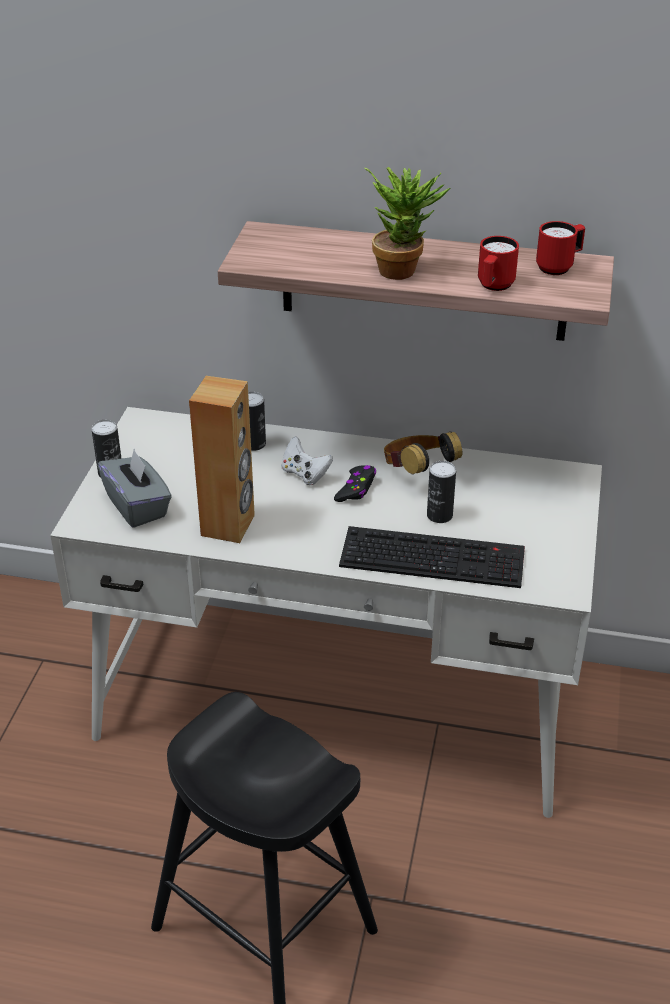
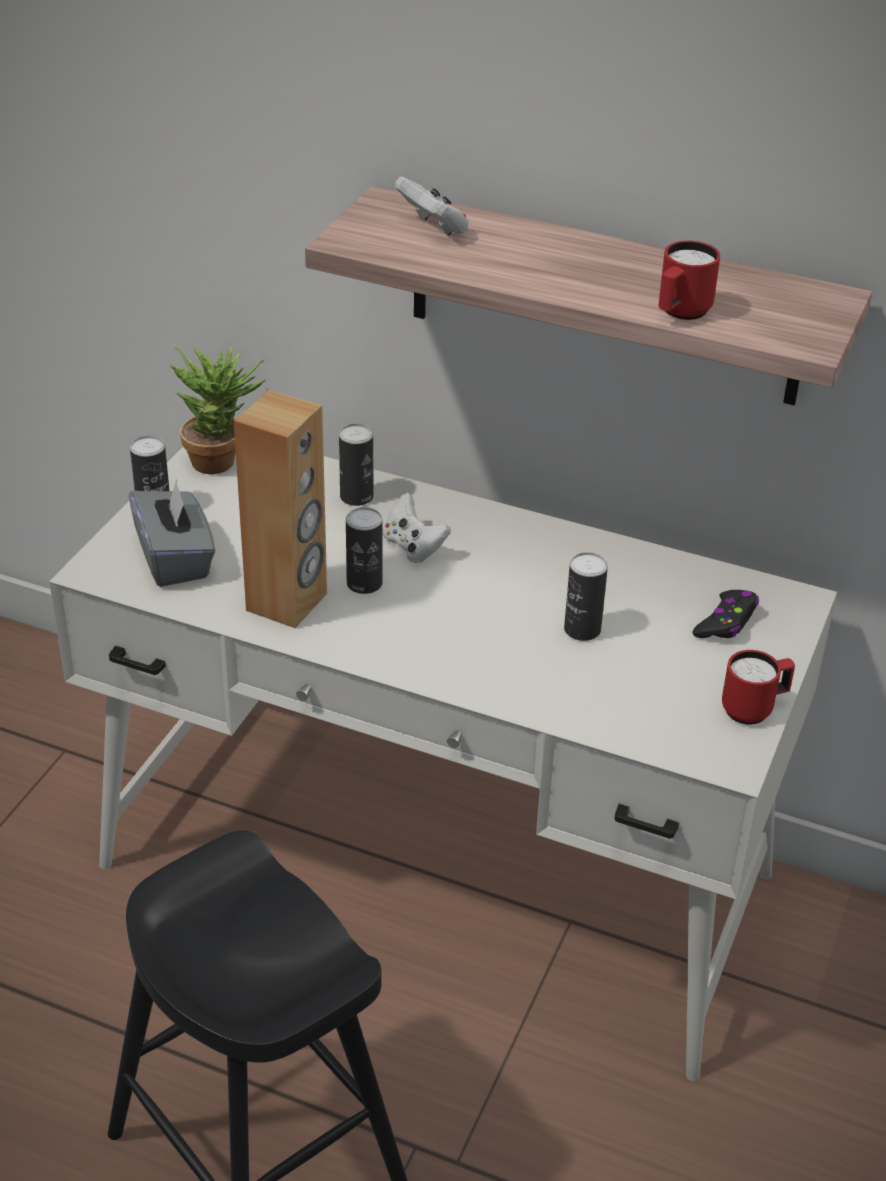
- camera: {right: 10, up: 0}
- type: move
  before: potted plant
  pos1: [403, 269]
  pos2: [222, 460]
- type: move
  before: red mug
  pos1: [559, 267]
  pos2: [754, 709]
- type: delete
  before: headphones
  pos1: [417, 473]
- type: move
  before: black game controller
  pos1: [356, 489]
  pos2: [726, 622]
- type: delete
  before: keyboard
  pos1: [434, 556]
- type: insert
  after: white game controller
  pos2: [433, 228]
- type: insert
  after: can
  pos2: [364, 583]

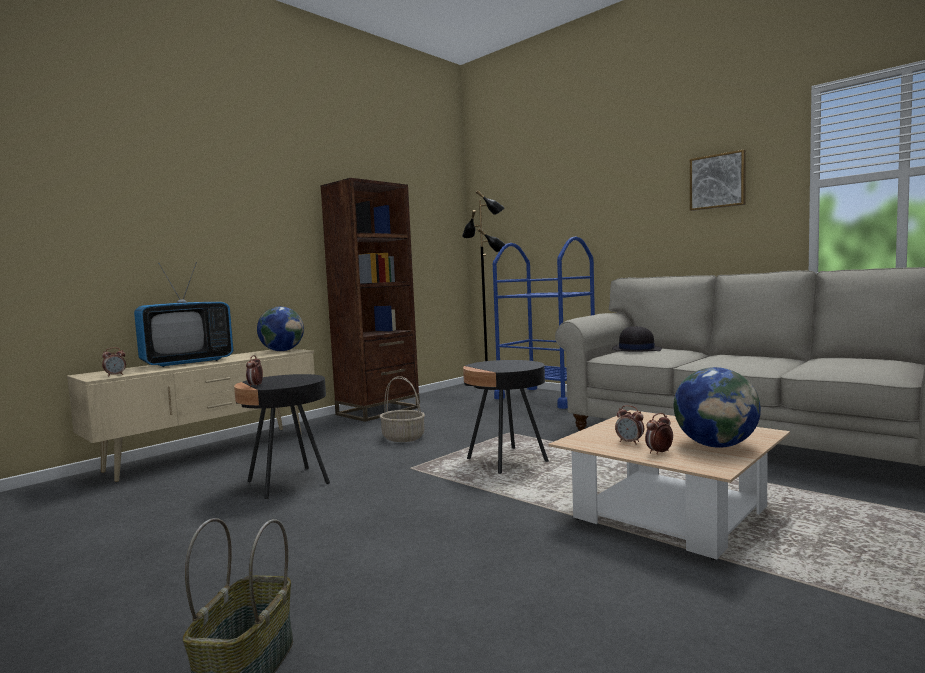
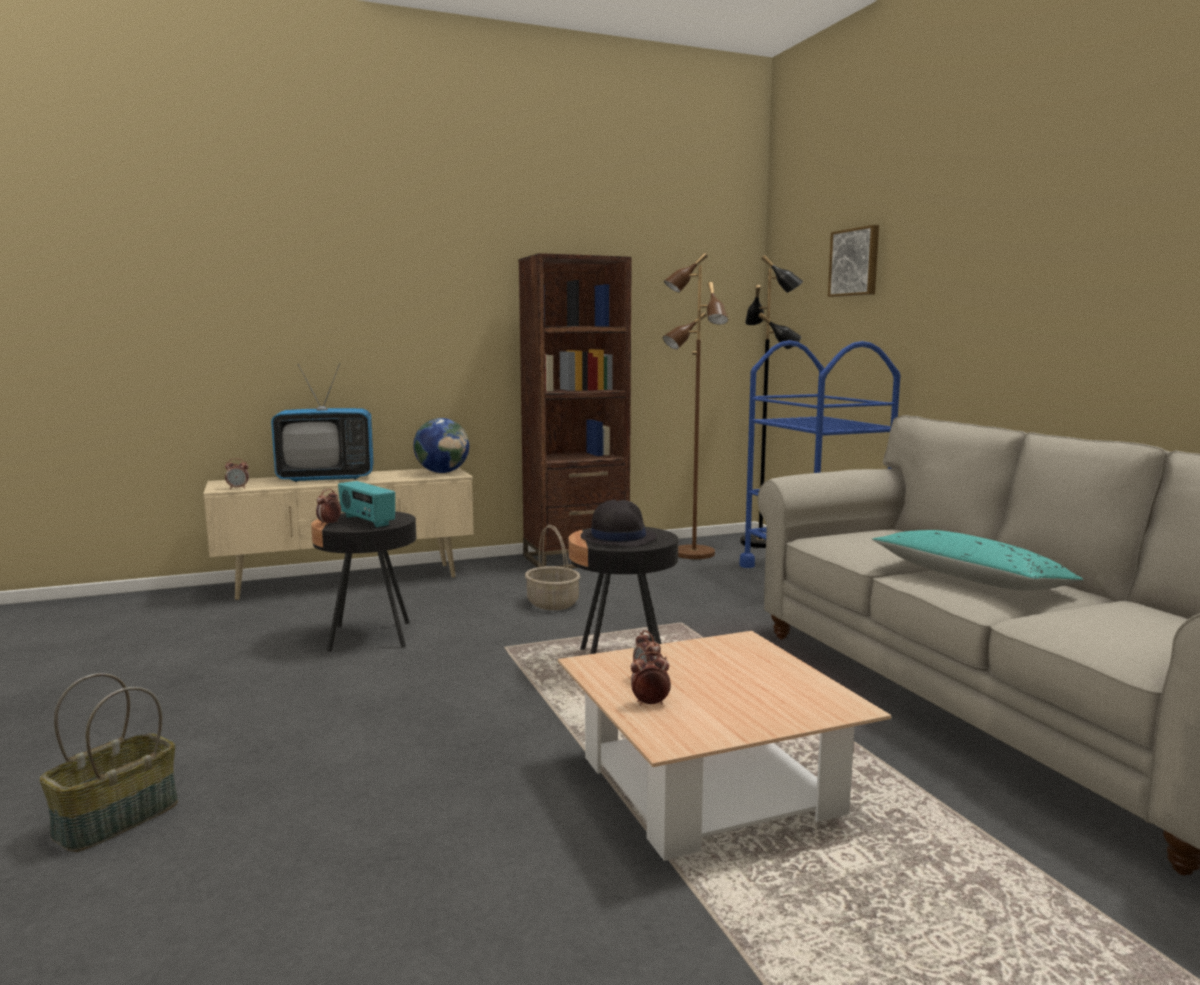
- camera: {right: 25, up: 5}
- type: move
  before: picture
  pos1: [718, 181]
  pos2: [855, 262]
- type: move
  before: black hat
  pos1: [636, 349]
  pos2: [618, 538]
- type: delete
  before: globe
  pos1: [716, 445]
- type: insert
  after: brown floor lamp
  pos2: [692, 554]
- type: insert
  after: radio
  pos2: [366, 521]
- type: insert
  after: turquoise pillow
  pos2: [970, 579]

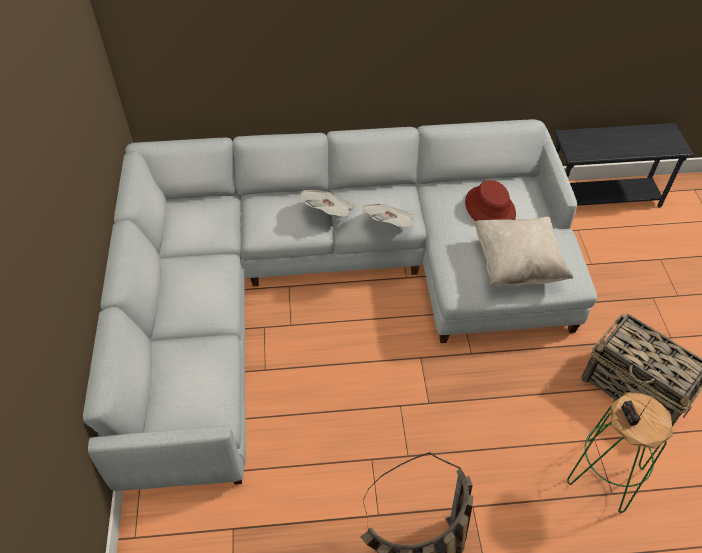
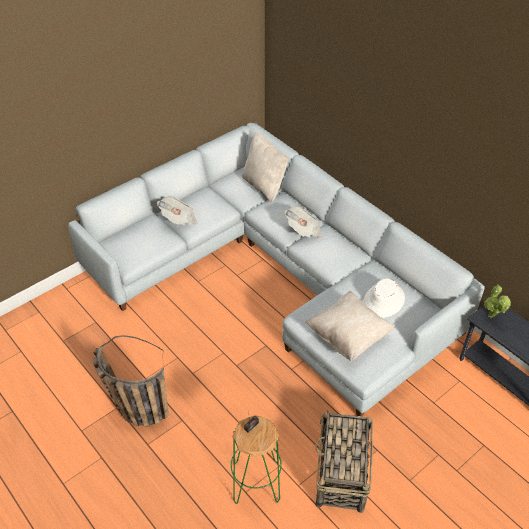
- camera: {right: 55, up: -5}
- type: recolor
  before: red hat
  after: white hat
  pos1: [490, 208]
  pos2: [384, 300]
- type: move
  before: newspaper
  pos1: [390, 224]
  pos2: [179, 219]
- type: insert
  after: beige pillow
  pos2: [264, 186]
- type: insert
  after: potted plant
  pos2: [491, 317]

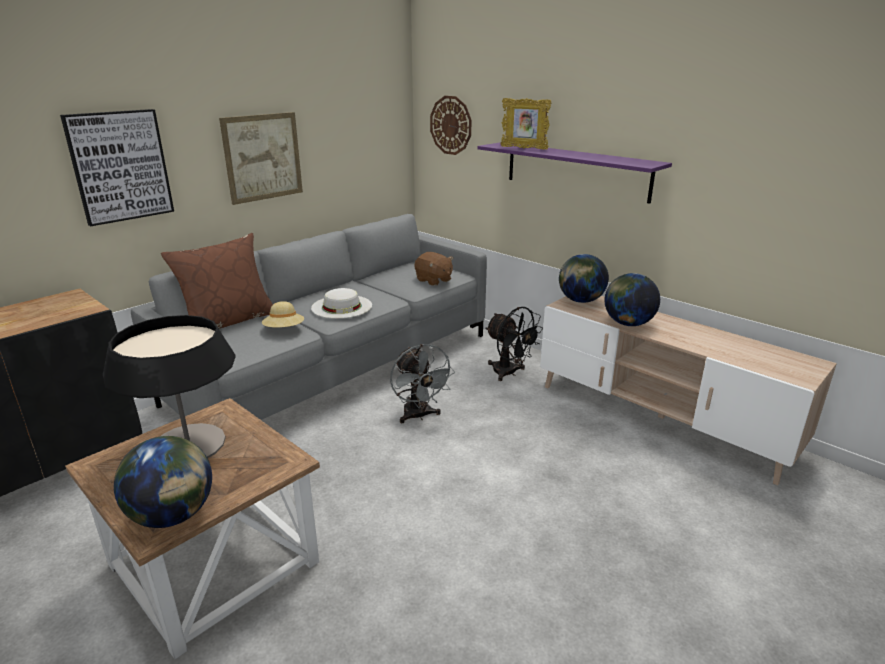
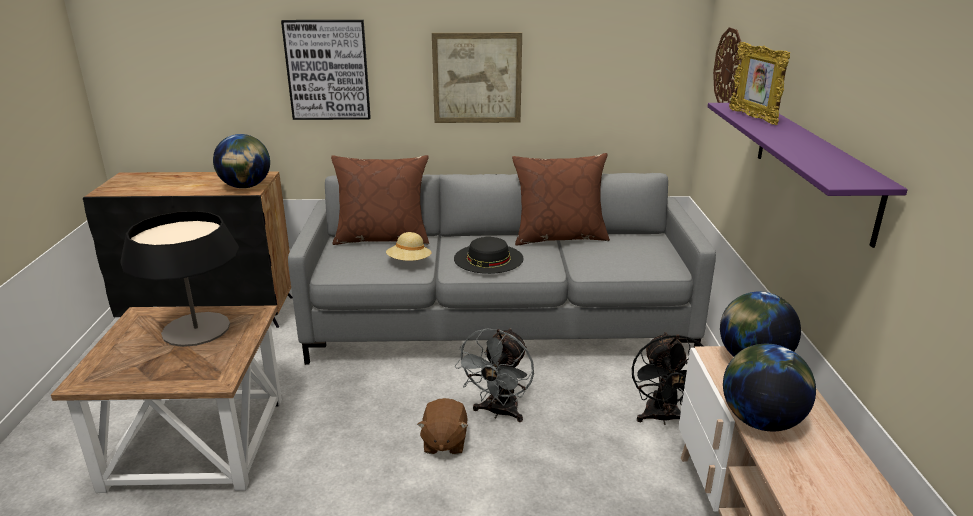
- camera: {right: 45, up: 0}
- type: move
  before: brown plush toy
  pos1: [433, 280]
  pos2: [444, 442]
- type: recolor
  before: white hat
  after: black hat
  pos1: [342, 306]
  pos2: [488, 258]
- type: move
  before: globe
  pos1: [173, 515]
  pos2: [246, 187]
- type: insert
  after: brown pillow
  pos2: [559, 237]

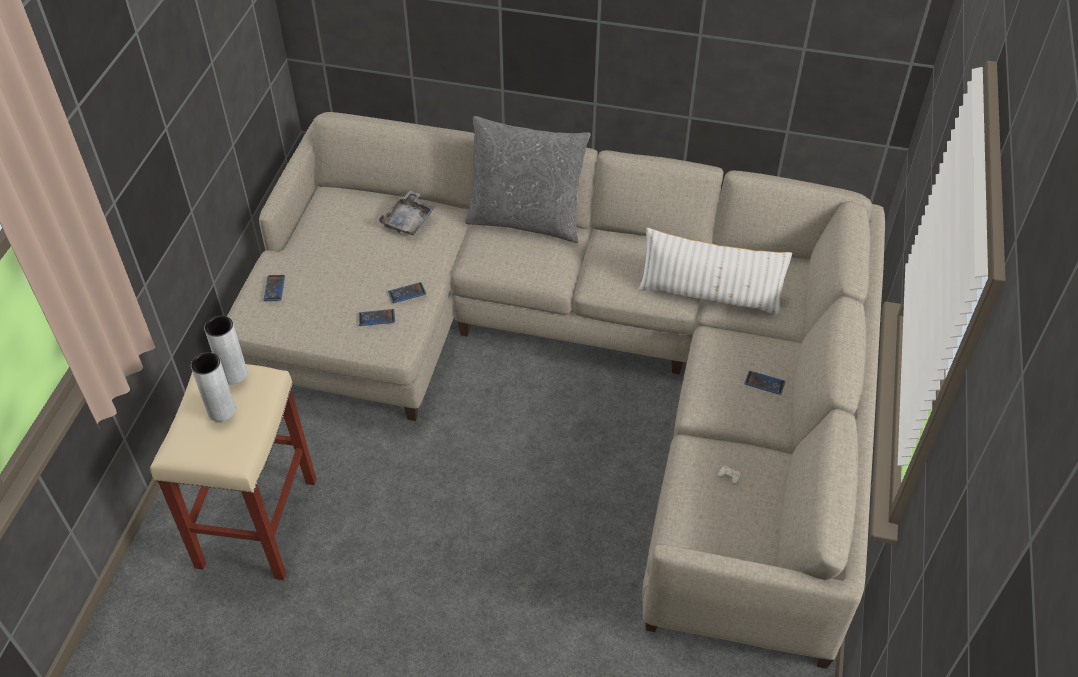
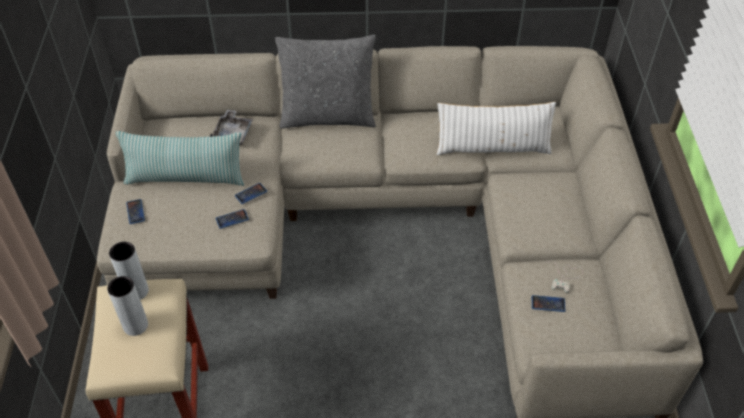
- camera: {right: -15, up: 0}
- type: move
  before: phone
  pos1: [764, 383]
  pos2: [548, 304]
- type: insert
  after: pillow
  pos2: [186, 178]

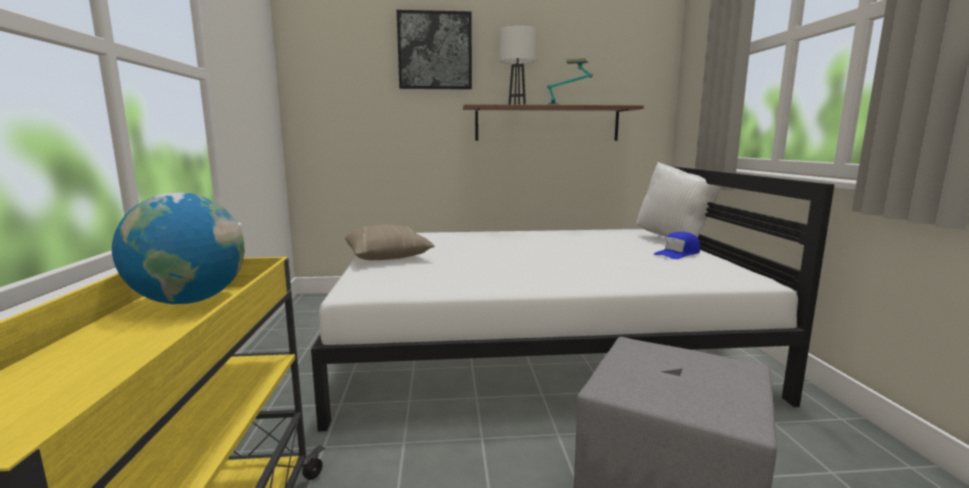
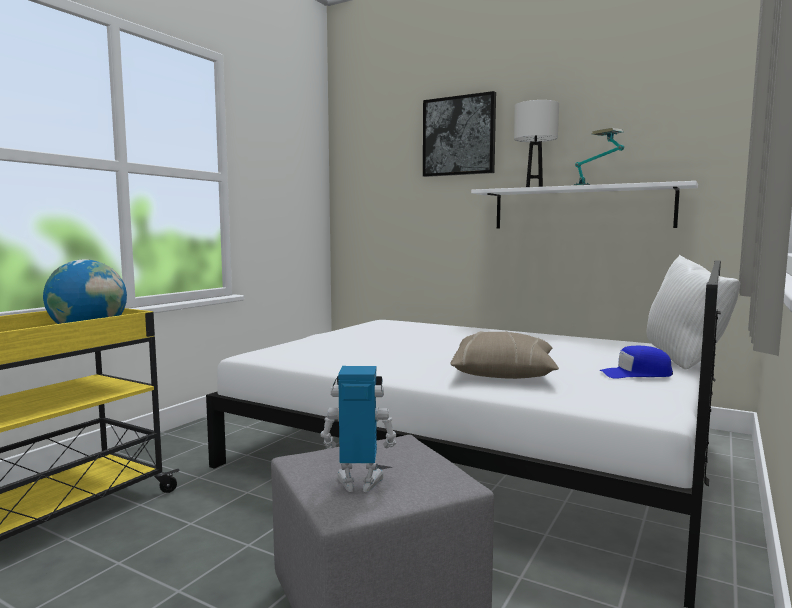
- camera: {right: 35, up: -5}
- type: recolor
  before: brown shelf
  after: white shelf
  pos1: [547, 124]
  pos2: [581, 208]
- type: move
  before: beige pillow
  pos1: [388, 256]
  pos2: [504, 374]
- type: insert
  after: toy robot
  pos2: [359, 483]

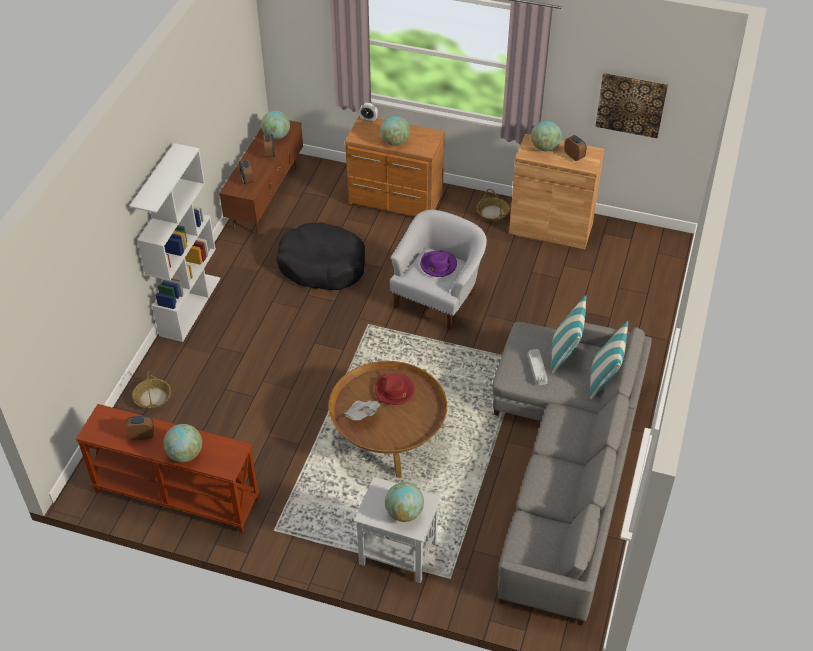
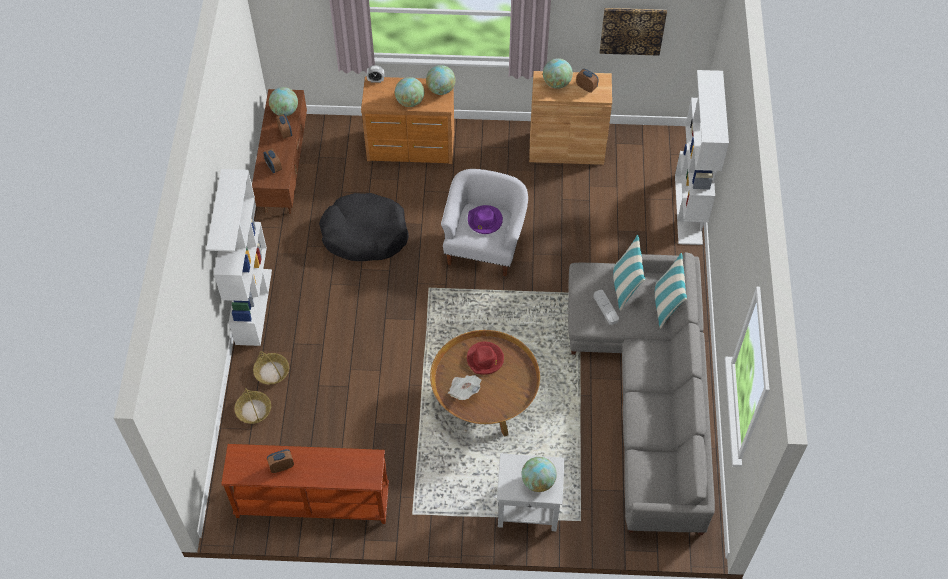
- camera: {right: -15, up: 10}
- type: move
  before: basket
  pos1: [492, 213]
  pos2: [271, 372]
- type: move
  before: globe
  pos1: [185, 454]
  pos2: [441, 89]
- type: insert
  after: white bookcase
  pos2: [689, 210]

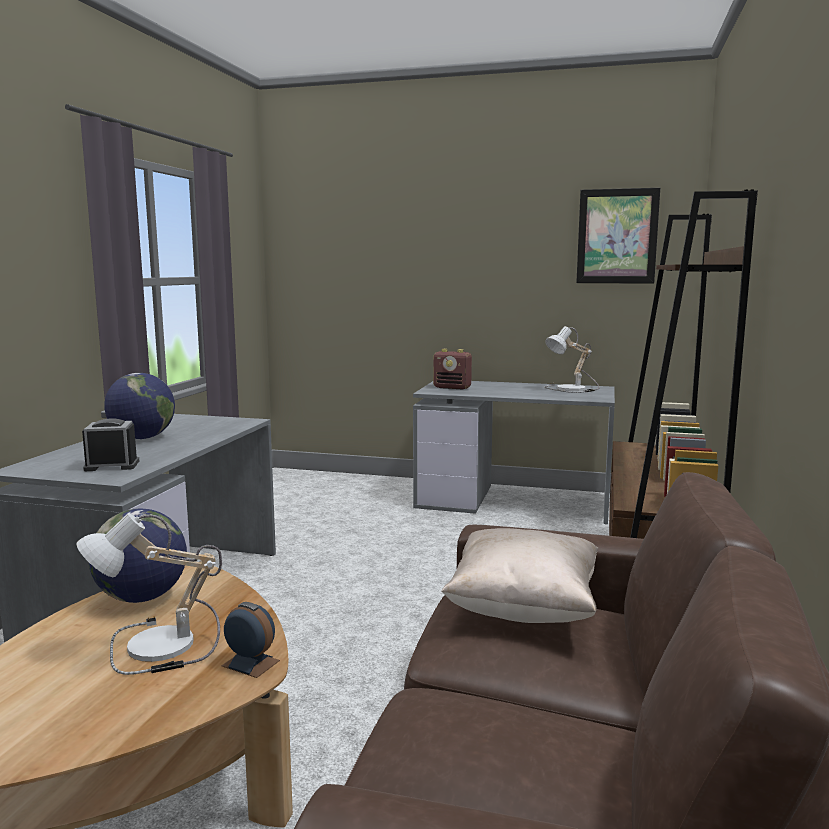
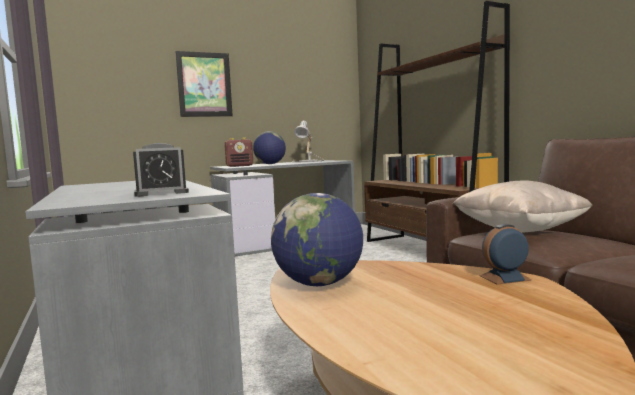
- camera: {right: -40, up: -5}
- type: move
  before: picture
  pos1: [617, 236]
  pos2: [204, 84]
- type: move
  before: globe
  pos1: [142, 438]
  pos2: [270, 164]
- type: rotate
  before: alarm clock
  pos1: [112, 465]
  pos2: [161, 193]
  turn: -150
- type: delete
  before: table lamp
  pos1: [156, 649]

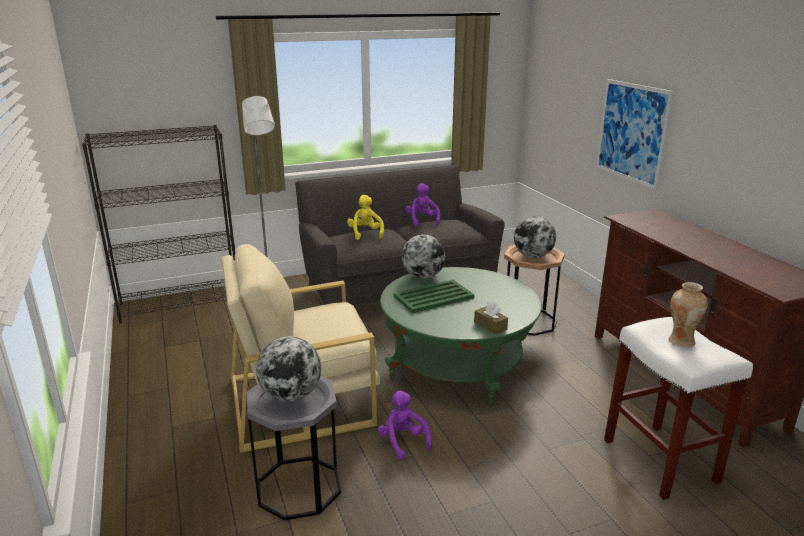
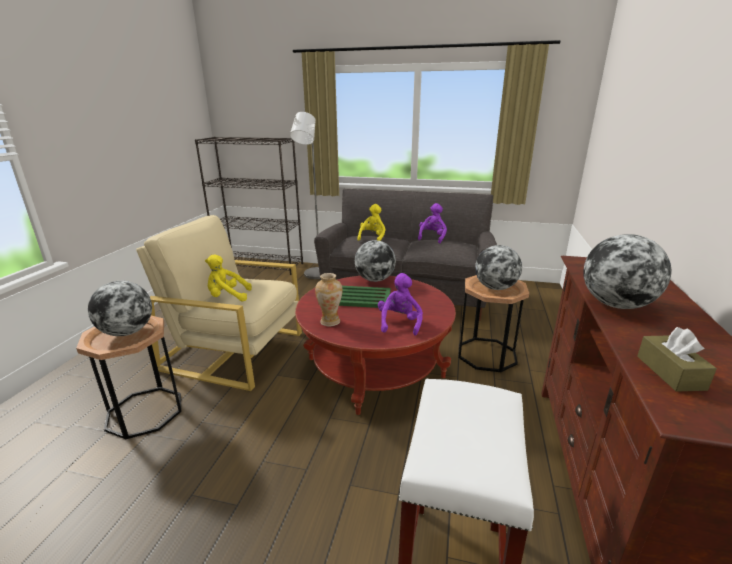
- camera: {right: 35, up: 0}
- type: delete
  before: picture
  pos1: [632, 132]
- type: recolor
  before: green coffee table
  after: red coffee table
  pos1: [457, 363]
  pos2: [375, 367]
- type: move
  before: vase
  pos1: [681, 342]
  pos2: [330, 321]
- type: move
  before: brown tissue box
  pos1: [490, 326]
  pos2: [670, 372]
- type: recolor
  before: grey side table
  after: brown side table
  pos1: [299, 487]
  pos2: [144, 412]
- type: move
  before: purple plush toy
  pos1: [403, 442]
  pos2: [399, 323]
- type: insert
  after: globe
  pos2: [616, 305]
- type: insert
  after: yellow plush toy
  pos2: [227, 297]

